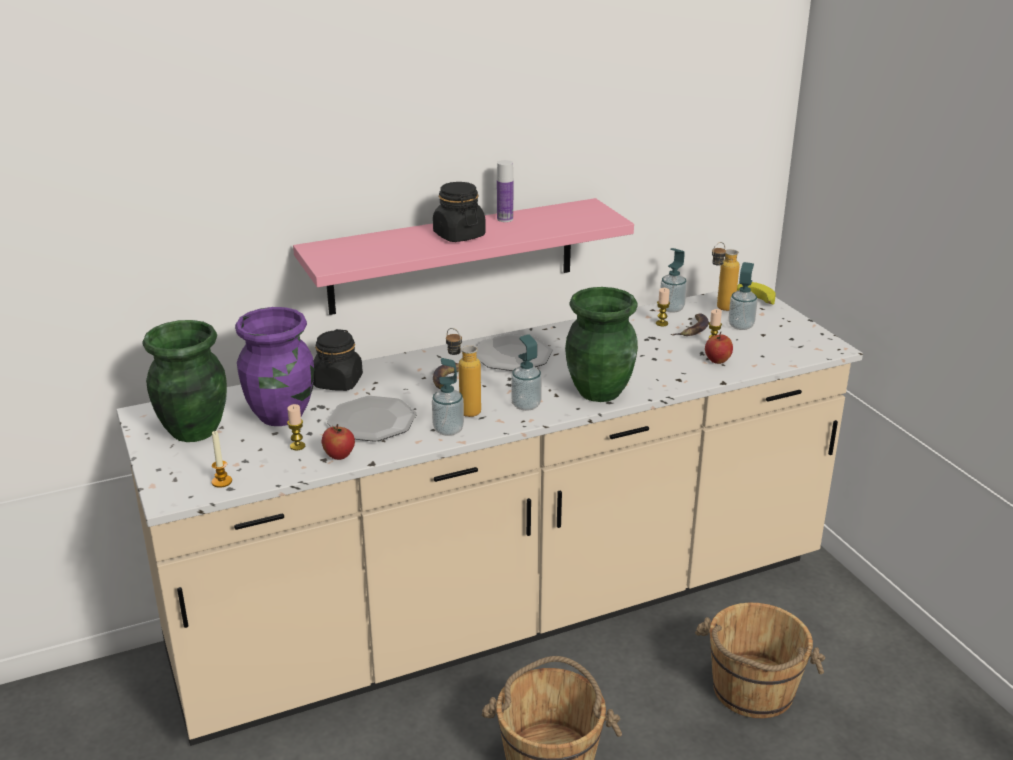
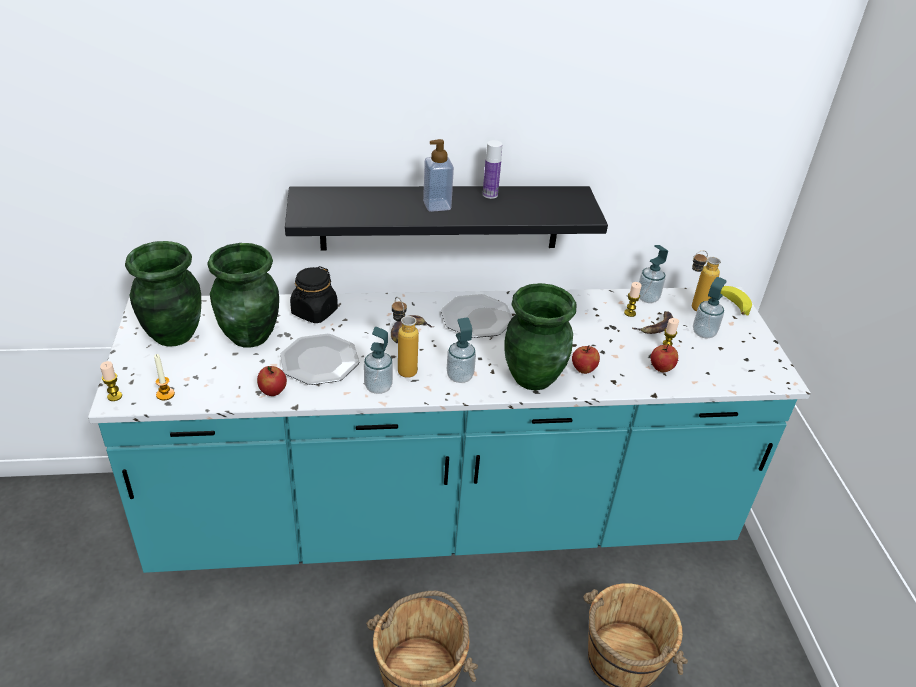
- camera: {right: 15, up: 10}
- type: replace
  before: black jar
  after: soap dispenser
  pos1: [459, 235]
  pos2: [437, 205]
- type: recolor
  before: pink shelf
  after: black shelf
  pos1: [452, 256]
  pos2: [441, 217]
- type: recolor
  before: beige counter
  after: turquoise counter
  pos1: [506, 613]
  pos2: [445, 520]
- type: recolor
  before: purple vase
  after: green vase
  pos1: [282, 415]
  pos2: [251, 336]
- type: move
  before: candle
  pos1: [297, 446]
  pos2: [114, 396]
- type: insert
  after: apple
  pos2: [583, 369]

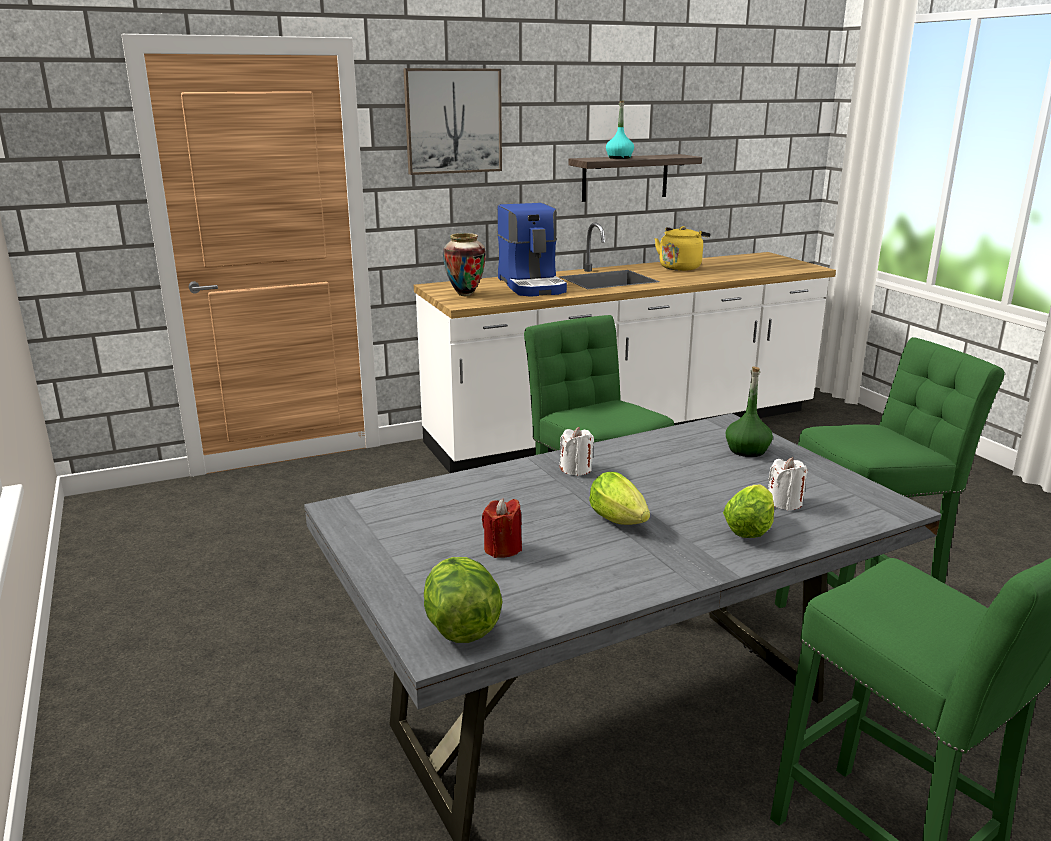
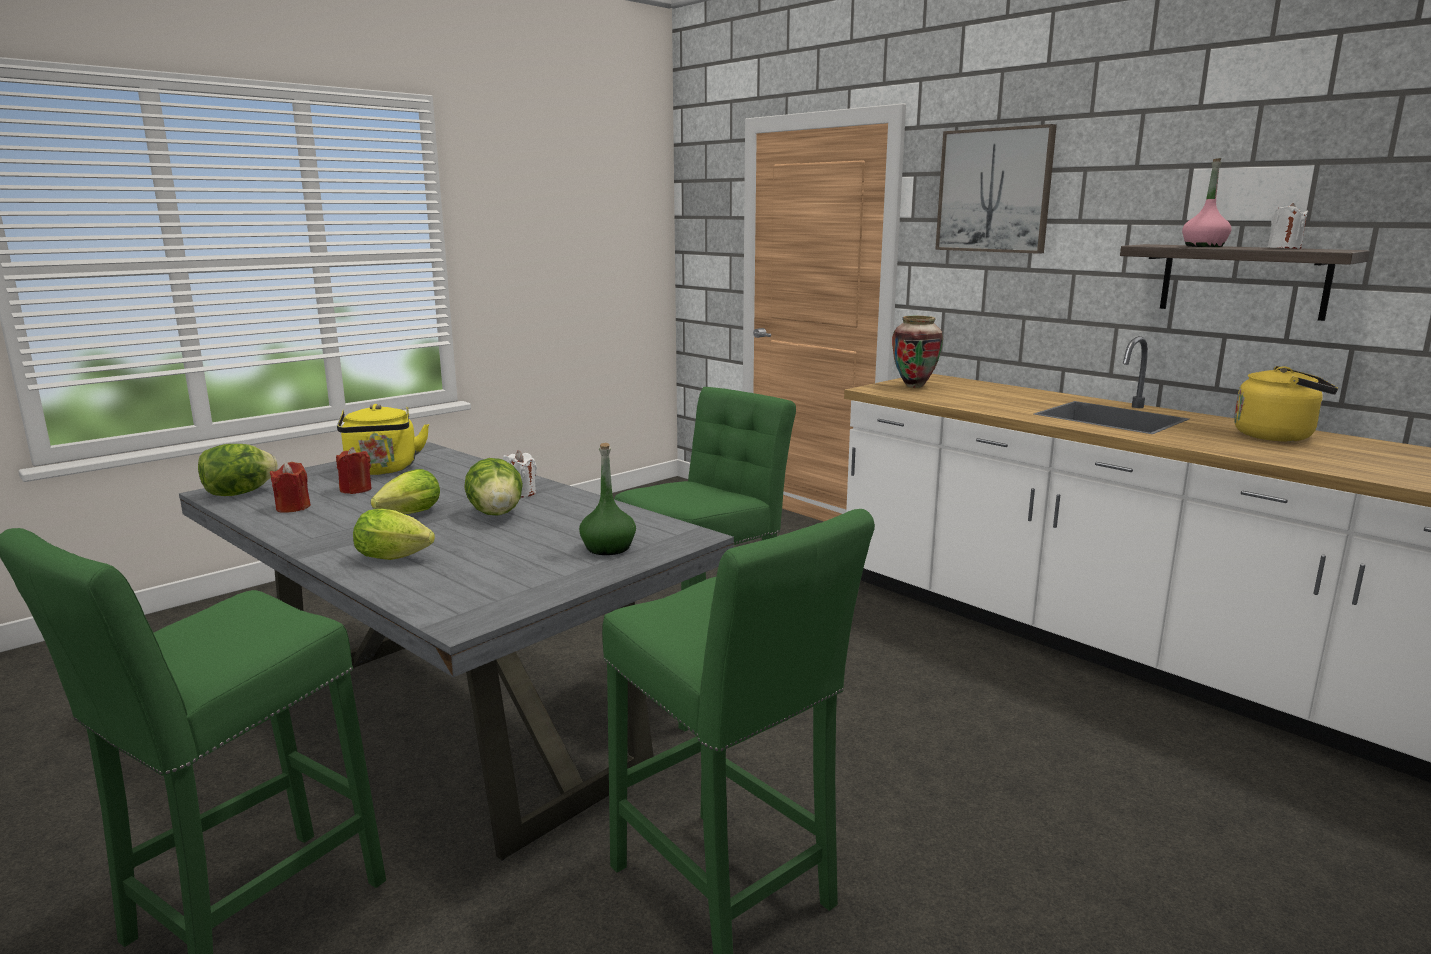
- camera: {right: 70, up: -5}
- type: recolor
  before: turquoise bottle
  after: pink bottle
  pos1: [619, 158]
  pos2: [1203, 246]
- type: delete
  before: coffee machine
  pos1: [533, 285]
- type: move
  before: white candle
  pos1: [785, 503]
  pos2: [1284, 248]
- type: insert
  after: yellow kettle
  pos2: [382, 470]
- type: insert
  after: lettuce
  pos2: [496, 513]
- type: insert
  after: red candle
  pos2: [293, 507]

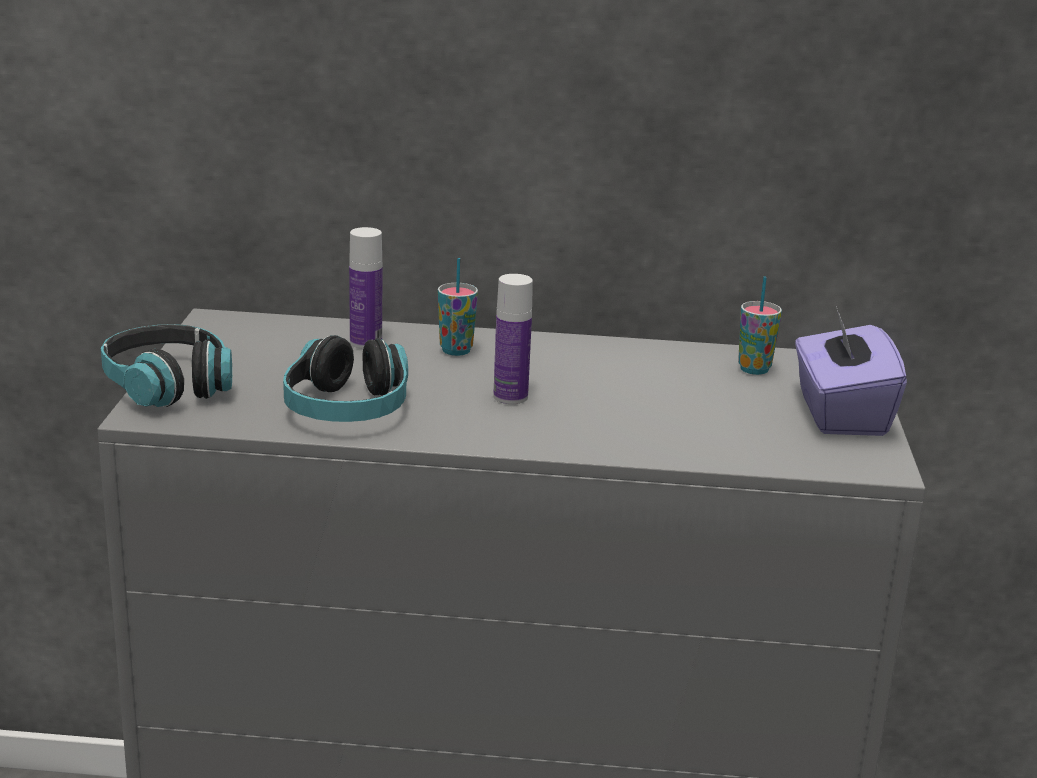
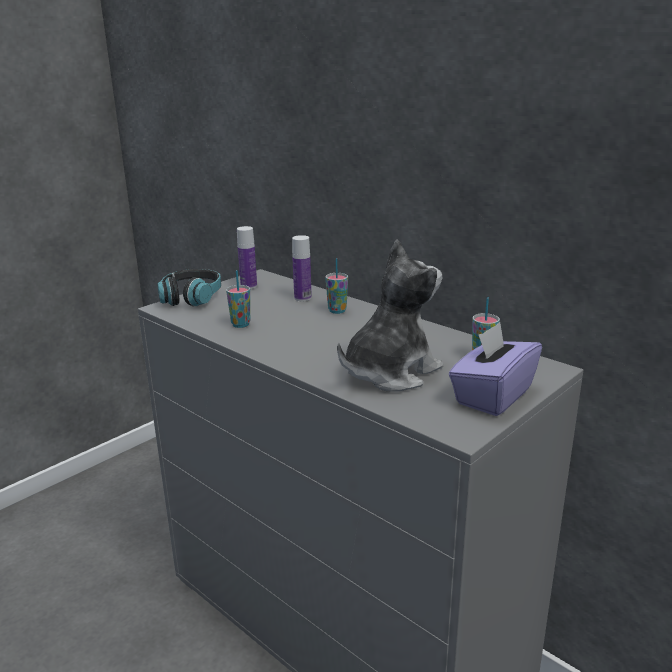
- camera: {right: 40, up: 0}
- type: move
  before: bottle
  pos1: [510, 397]
  pos2: [248, 286]
- type: replace
  before: headphones
  after: cup
  pos1: [347, 408]
  pos2: [240, 324]
- type: insert
  after: plush toy
  pos2: [389, 372]

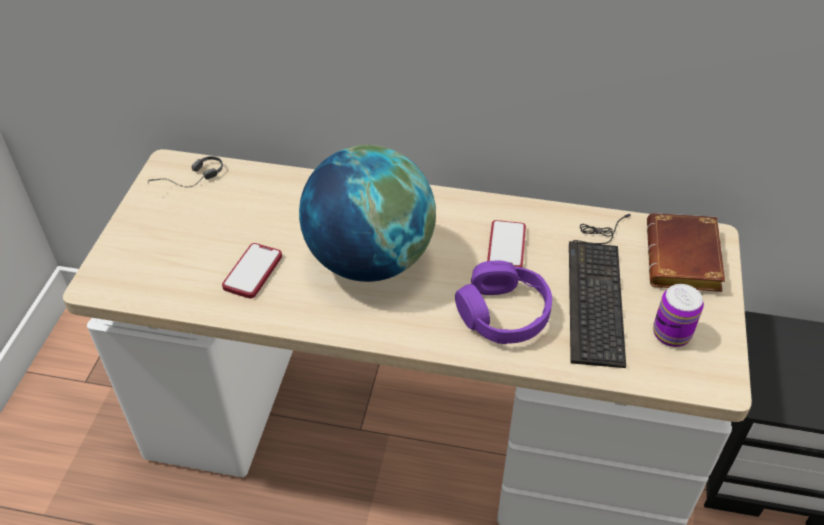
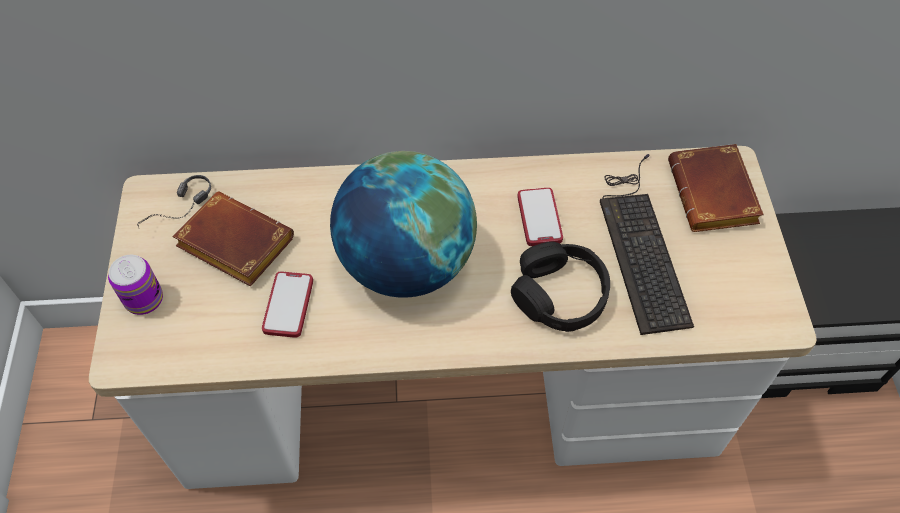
- camera: {right: -15, up: 10}
- type: recolor
  before: purple headphones
  after: black headphones
  pos1: [503, 313]
  pos2: [559, 294]
- type: move
  before: can
  pos1: [671, 333]
  pos2: [144, 299]
- type: insert
  after: brown book
  pos2: [232, 244]

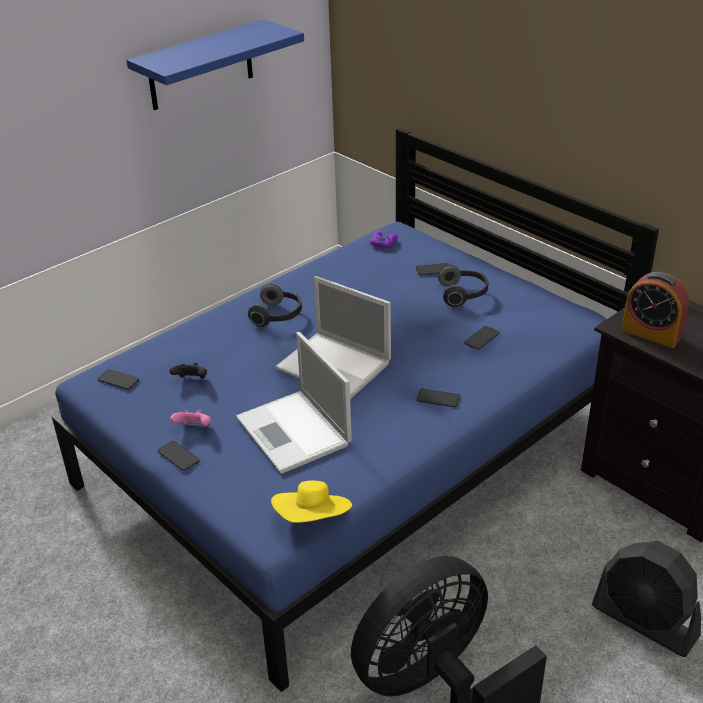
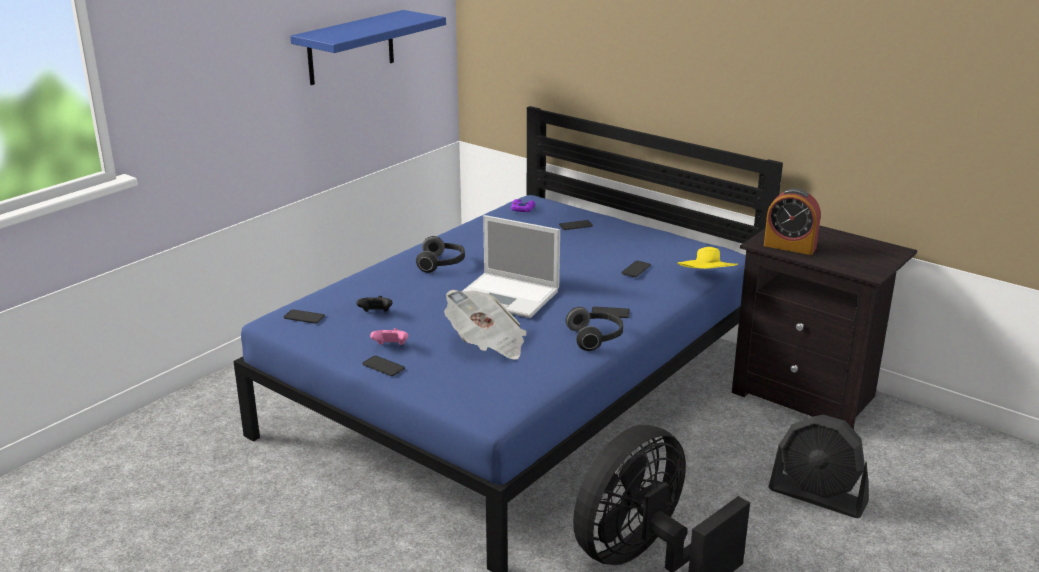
- camera: {right: -10, up: -10}
- type: move
  before: headphones
  pos1: [463, 294]
  pos2: [596, 338]
- type: replace
  before: laptop
  after: newspaper
  pos1: [294, 432]
  pos2: [487, 344]
- type: move
  before: yellow hat
  pos1: [313, 519]
  pos2: [707, 279]

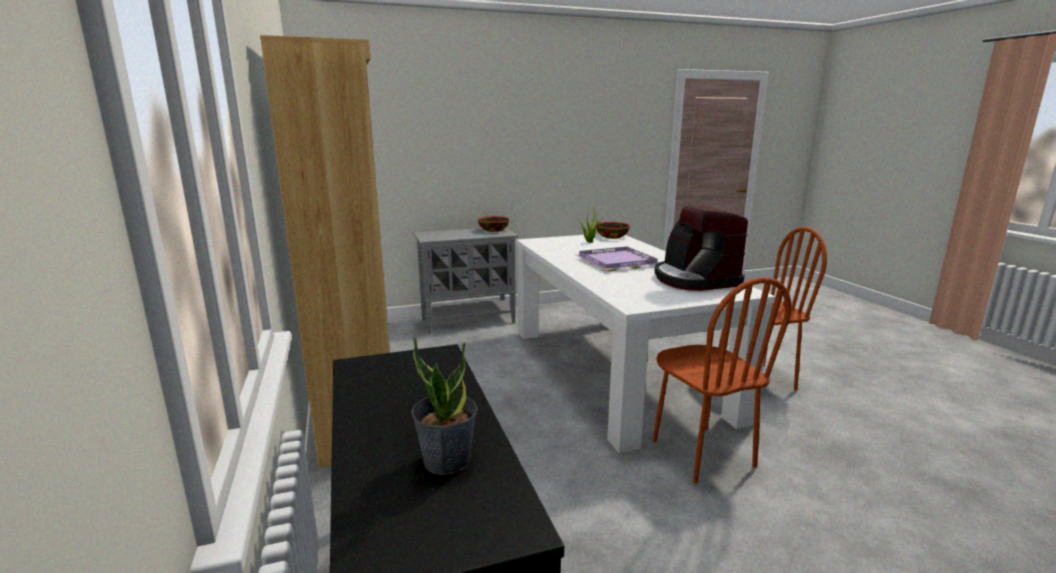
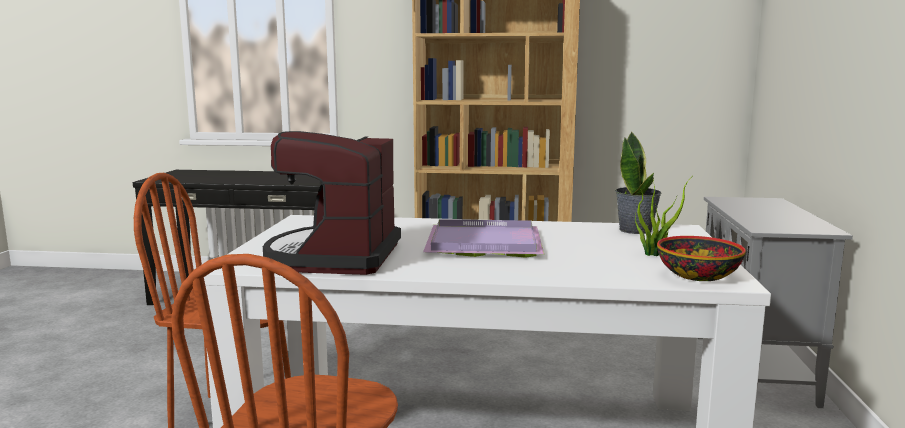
- camera: {right: 115, up: -5}
- type: rotate
  before: coffee machine
  pos1: [694, 279]
  pos2: [335, 256]
  turn: -90
- type: delete
  before: bowl
  pos1: [494, 230]
- type: move
  before: potted plant
  pos1: [446, 460]
  pos2: [636, 230]

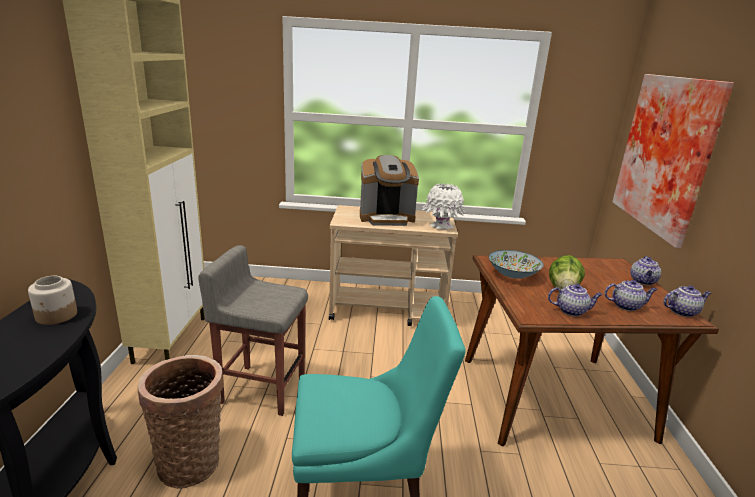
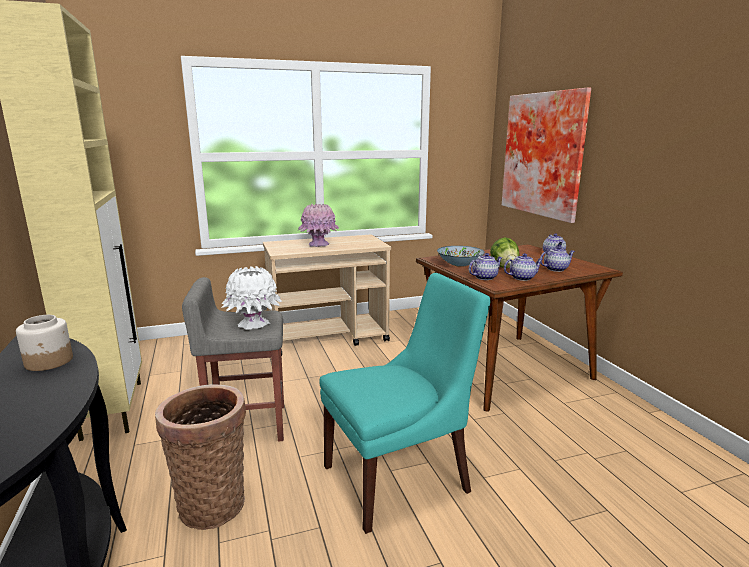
- camera: {right: -20, up: -5}
- type: replace
  before: coffee machine
  after: pink vase
  pos1: [386, 218]
  pos2: [319, 244]
- type: move
  before: white vase
  pos1: [442, 226]
  pos2: [254, 324]
- type: move
  before: teapot
  pos1: [682, 311]
  pos2: [485, 277]

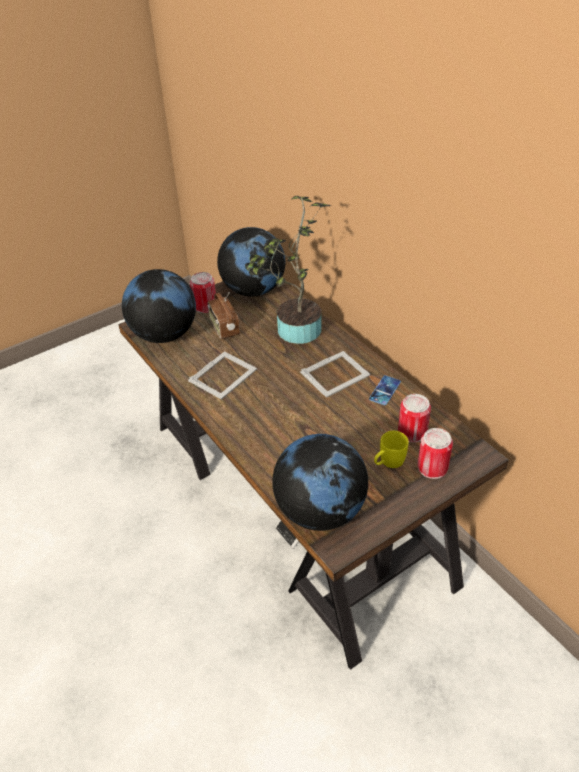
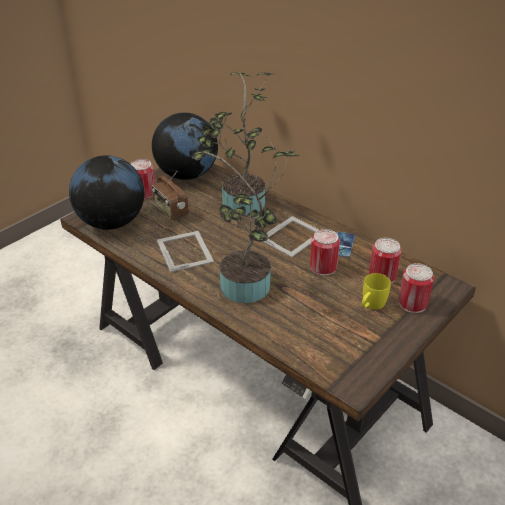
- camera: {right: -15, up: -5}
- type: rotate
  before: picture frame
  pos1: [224, 375]
  pos2: [185, 250]
  turn: -45
- type: delete
  before: globe
  pos1: [320, 511]
- type: insert
  after: potted plant
  pos2: [247, 290]
- type: insert
  after: can
  pos2: [323, 267]

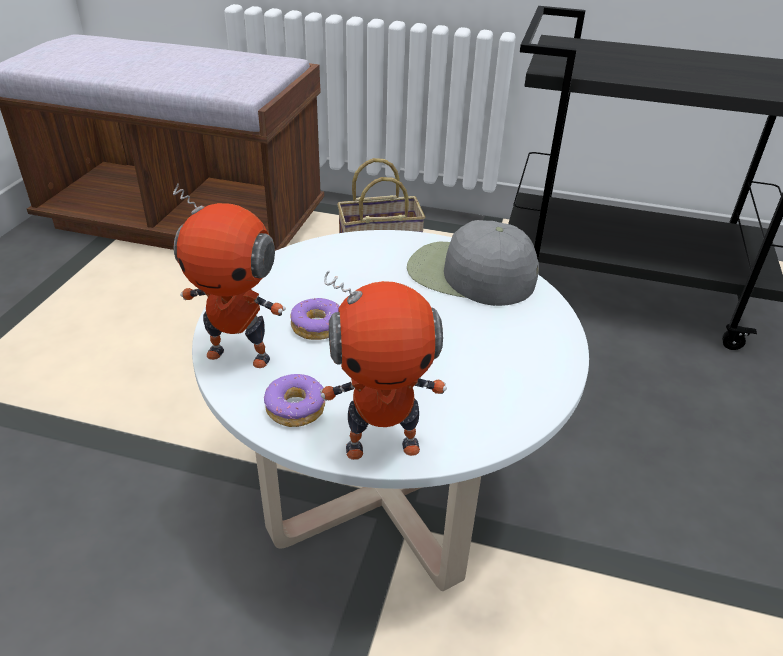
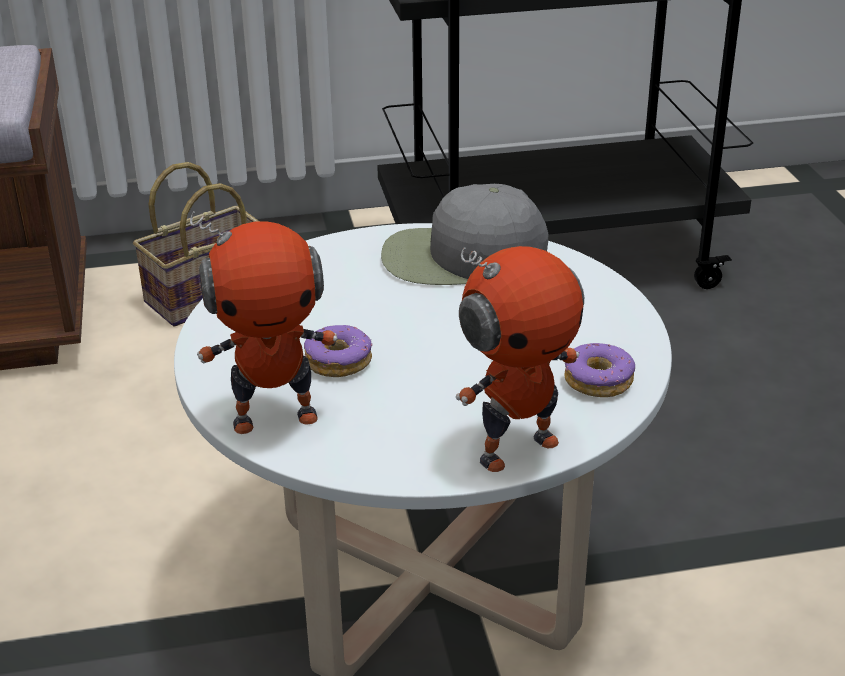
- camera: {right: -25, up: -5}
- type: move
  before: donut
  pos1: [296, 408]
  pos2: [599, 381]

